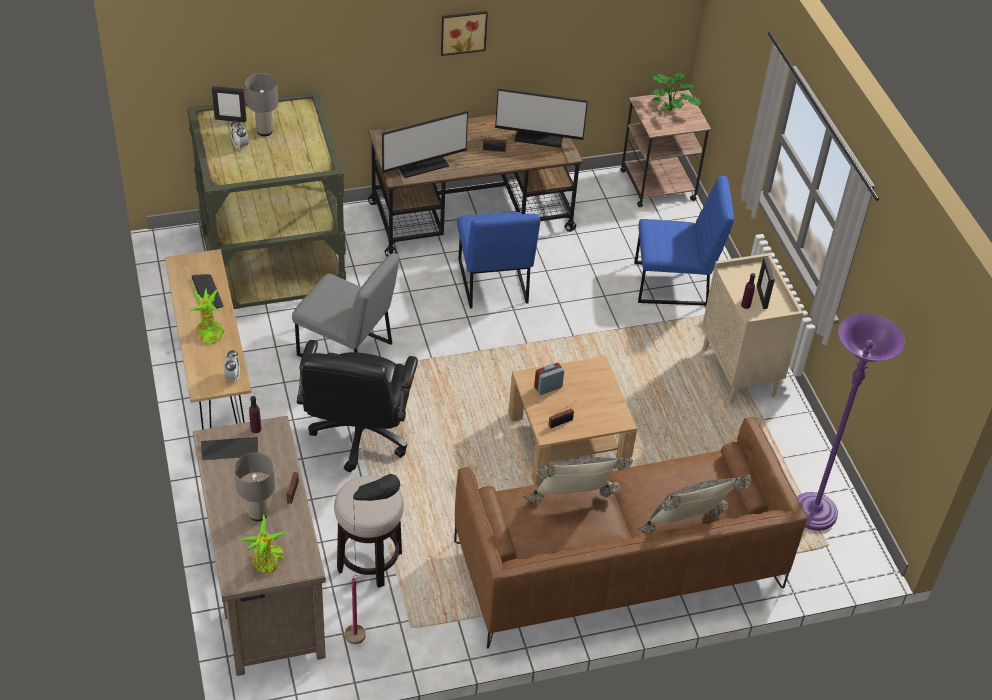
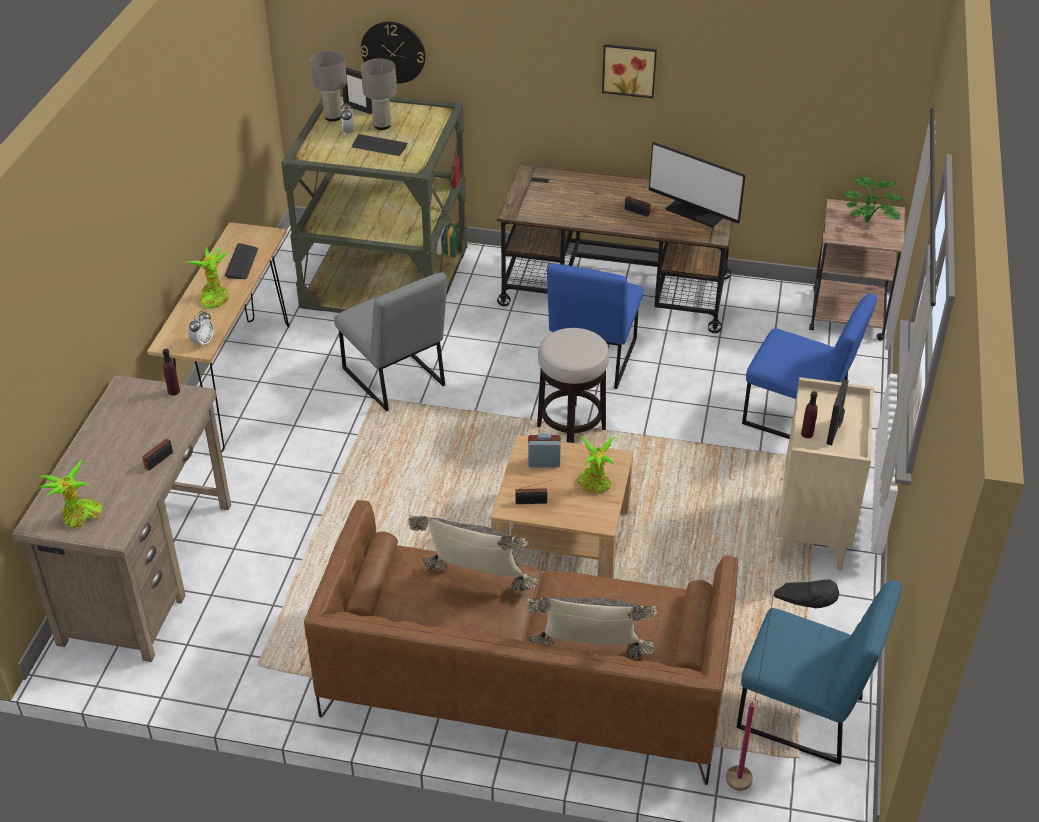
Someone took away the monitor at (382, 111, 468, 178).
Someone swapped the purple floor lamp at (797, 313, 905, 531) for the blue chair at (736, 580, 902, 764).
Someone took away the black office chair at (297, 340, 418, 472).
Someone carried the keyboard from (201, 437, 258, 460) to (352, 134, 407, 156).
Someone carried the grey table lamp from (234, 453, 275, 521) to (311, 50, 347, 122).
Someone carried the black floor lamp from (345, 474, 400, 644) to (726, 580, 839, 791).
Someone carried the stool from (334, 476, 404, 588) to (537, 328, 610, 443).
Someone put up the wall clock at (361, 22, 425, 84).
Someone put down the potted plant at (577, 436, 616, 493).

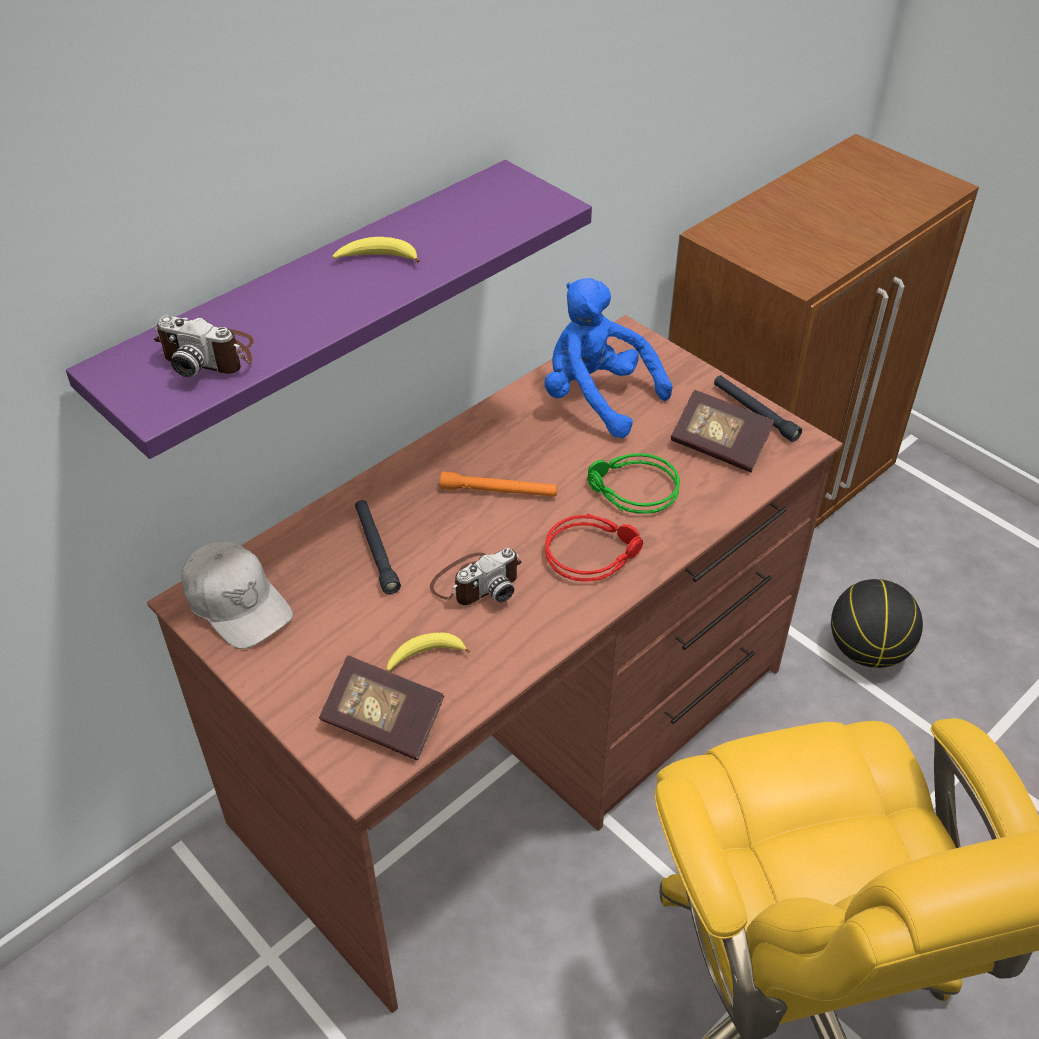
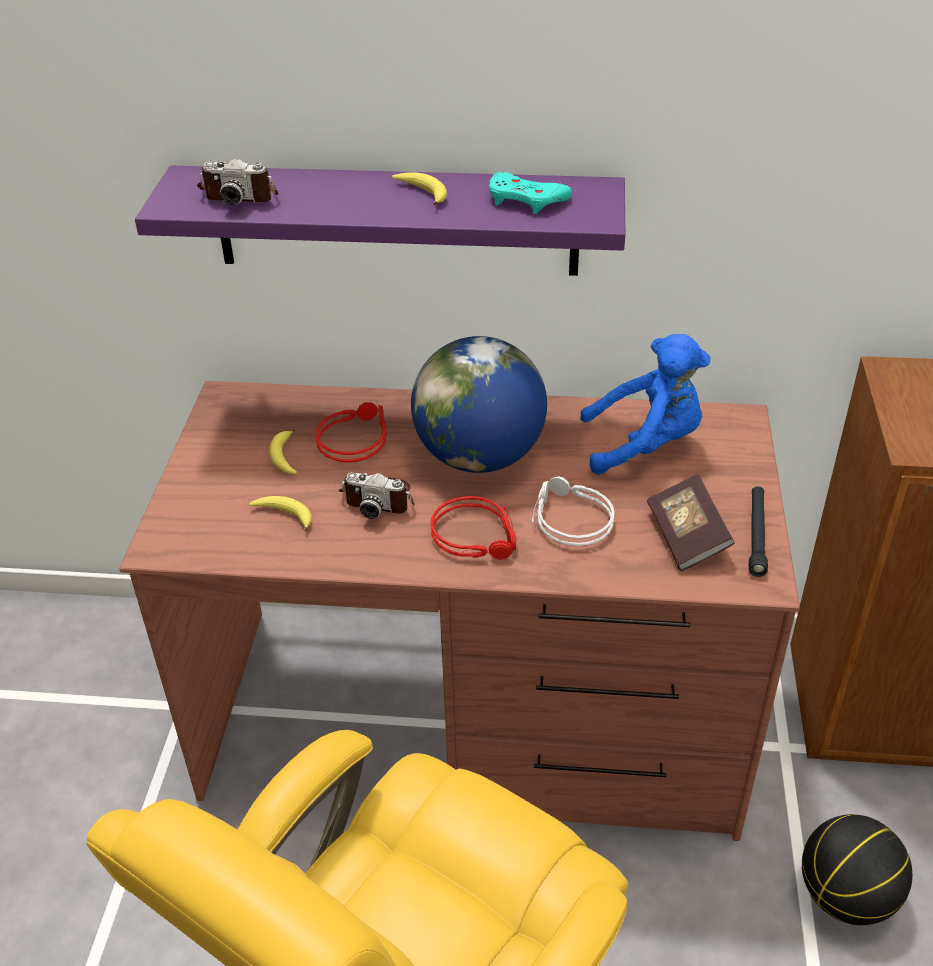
Someone rotated the blue plush toy at (544, 278, 672, 438) by 90 degrees clockwise.
Someone rotated the photo camera at (154, 315, 254, 377) by 60 degrees counterclockwise.
Someone repainted the green headphones at (587, 453, 680, 514), which became the grey headphones at (532, 476, 615, 546).
Someone swapped the orange flashlight at (440, 472, 557, 497) for the globe at (411, 336, 547, 473).
Someone swapped the black flashlight at (355, 500, 401, 594) for the red headphones at (316, 402, 387, 462).
Someone took away the white cap at (181, 542, 293, 649).
Someone took away the book at (319, 655, 444, 760).
Someone put down the turquoise game controller at (489, 172, 572, 214).
Someone put down the banana at (270, 429, 297, 474).

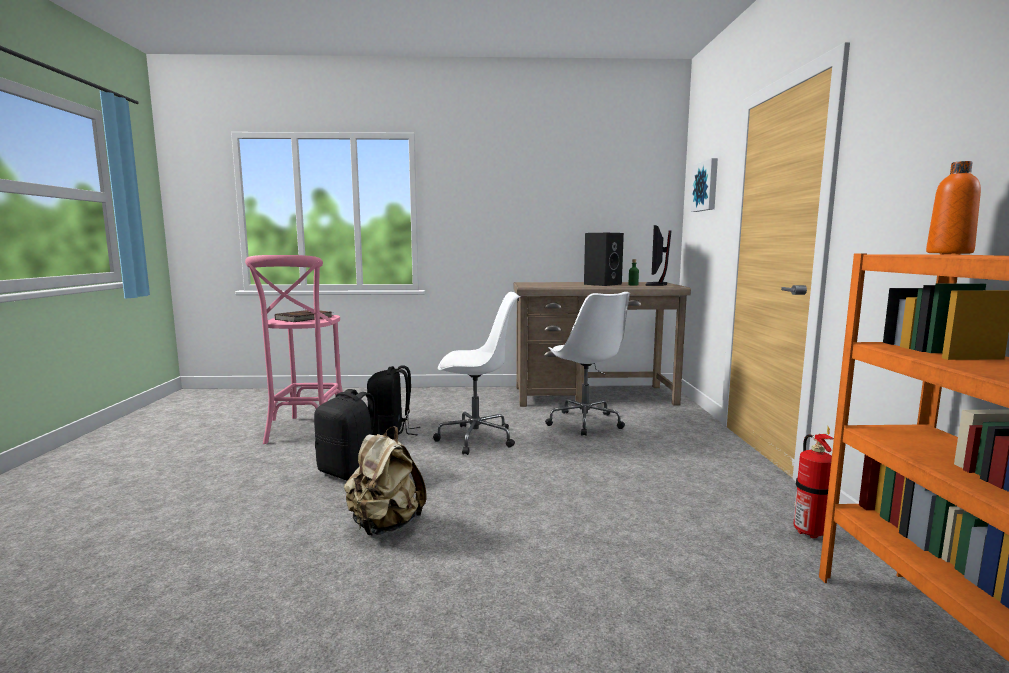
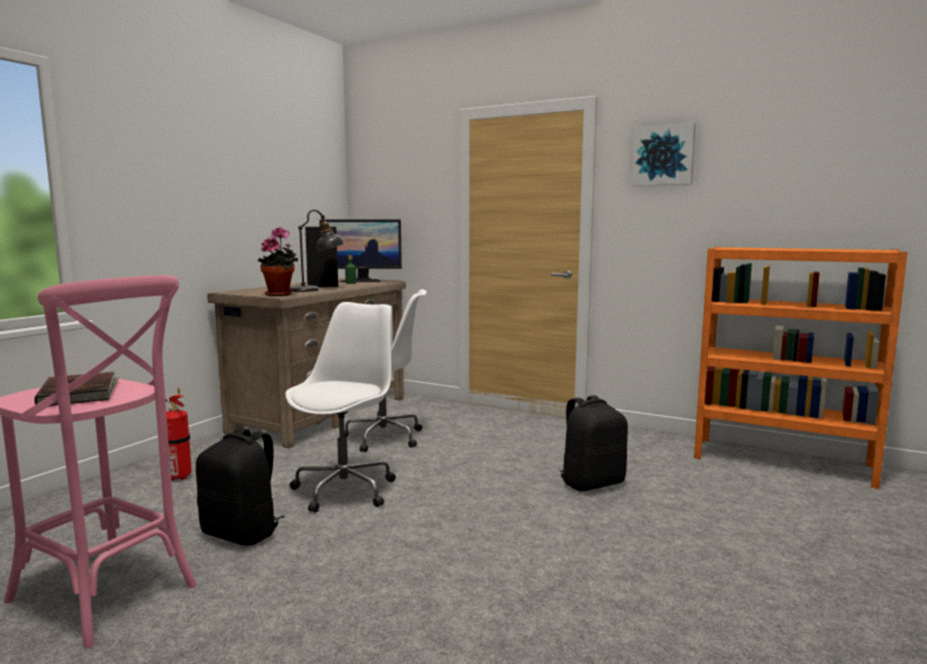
Someone carried the picture from (691, 158, 718, 212) to (632, 123, 696, 186).
Someone took away the orange bottle at (926, 161, 981, 254).
Someone rotated the monitor at (645, 225, 672, 286) by 45 degrees counterclockwise.
Someone carried the black backpack from (314, 389, 375, 481) to (560, 395, 628, 491).
Someone took away the beige backpack at (344, 426, 427, 536).
Someone carried the fire extinguisher from (794, 427, 834, 539) to (165, 387, 192, 481).
Someone put down the grey table lamp at (289, 210, 344, 292).
Someone put down the potted plant at (258, 227, 298, 296).

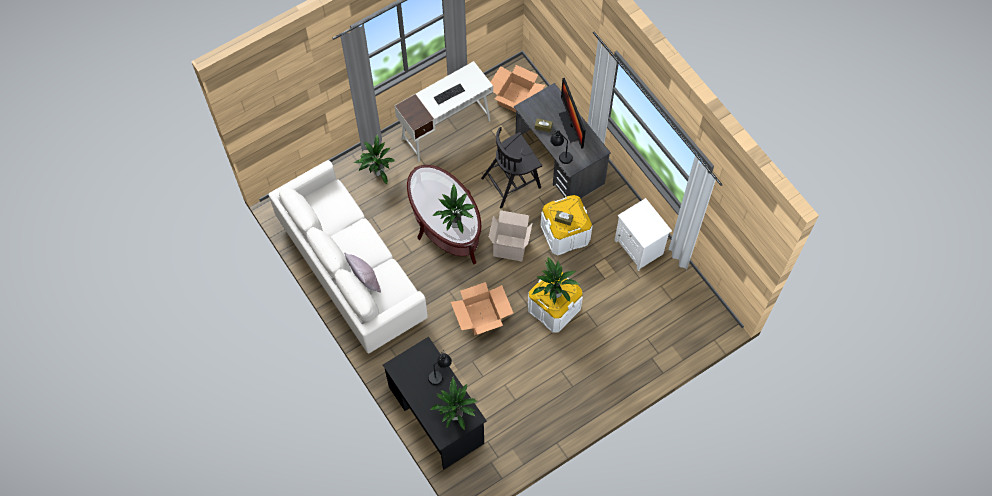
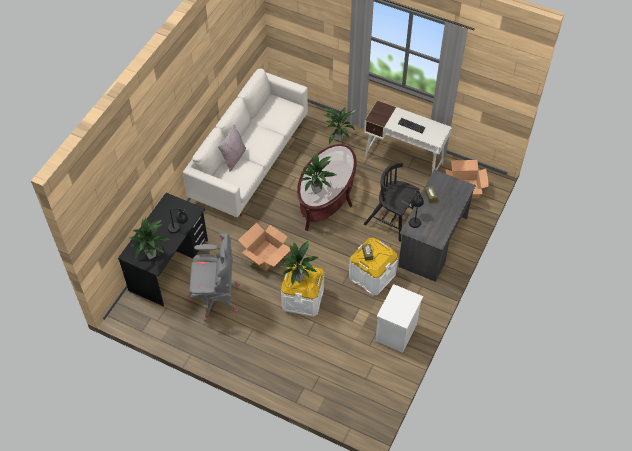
Someone took away the monitor at (559, 78, 586, 149).
Someone took away the cardboard box at (489, 210, 532, 262).
Someone put down the grey office chair at (187, 232, 240, 322).

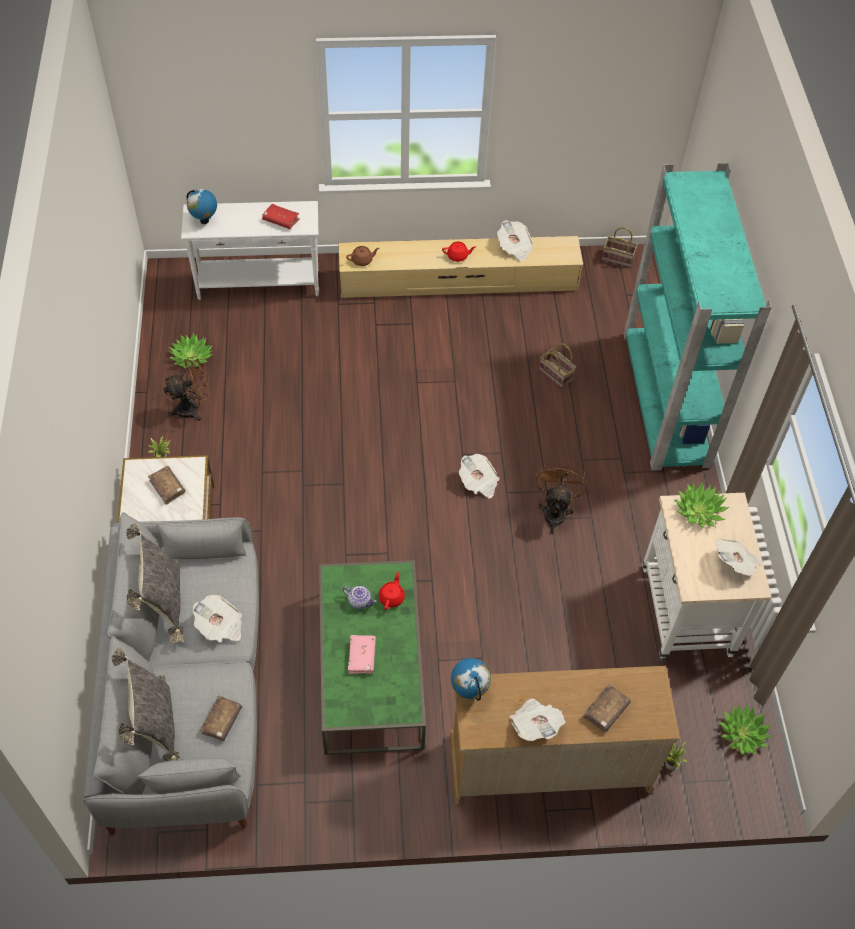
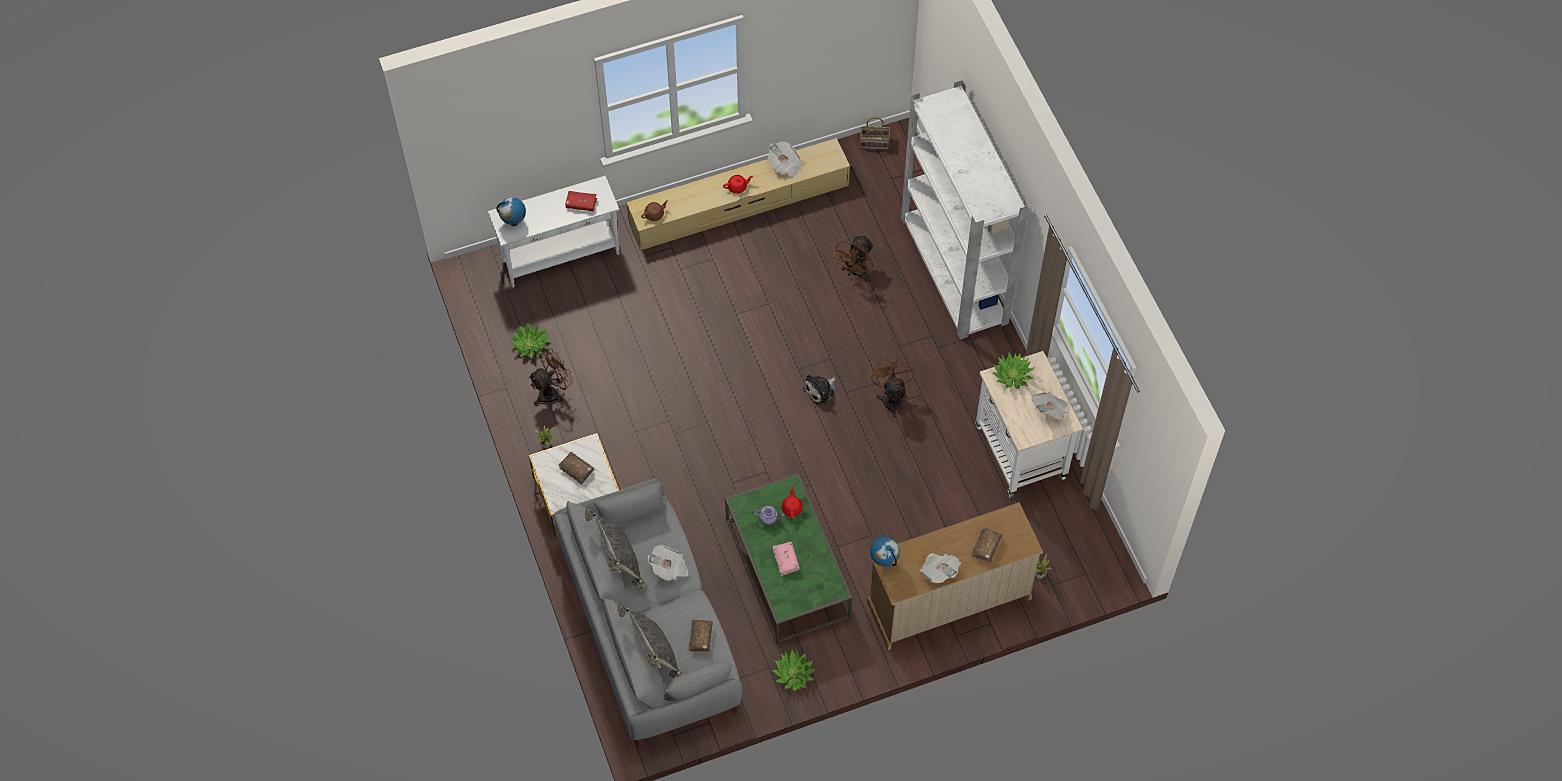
Someone repainted the turquoise bookcase at (624, 163, 772, 470), which became the white bookcase at (901, 80, 1028, 340).
Someone swapped the basket at (539, 343, 576, 388) for the brown fan at (832, 235, 874, 281).
Someone swapped the newspaper at (459, 454, 500, 499) for the plush toy at (803, 374, 836, 405).
Someone carried the potted plant from (719, 703, 772, 755) to (772, 650, 816, 691).

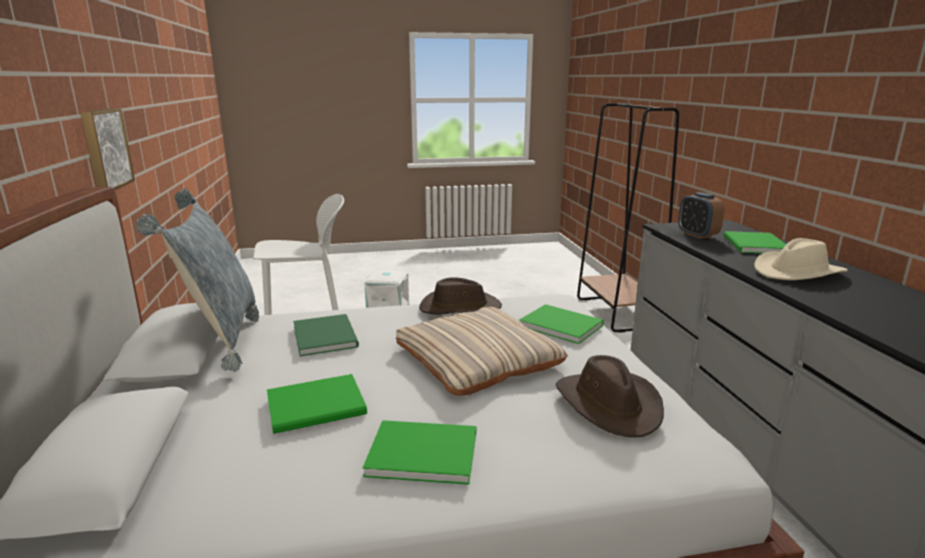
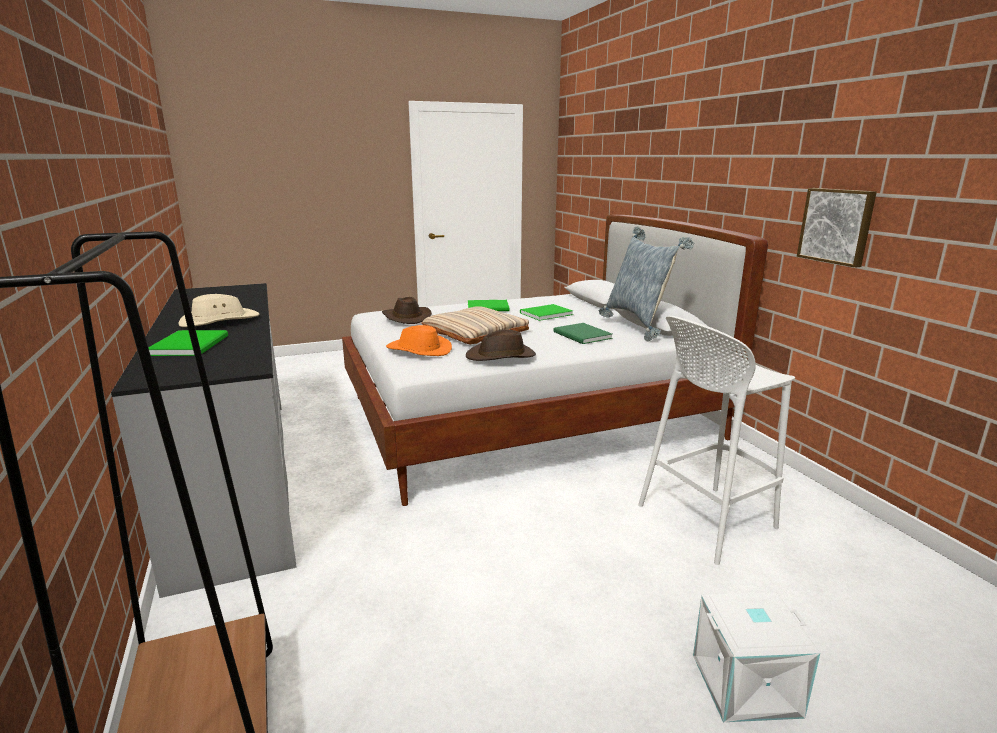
Someone took away the alarm clock at (678, 192, 725, 239).
Someone swapped the green book at (519, 304, 604, 344) for the orange hat at (386, 325, 452, 356).

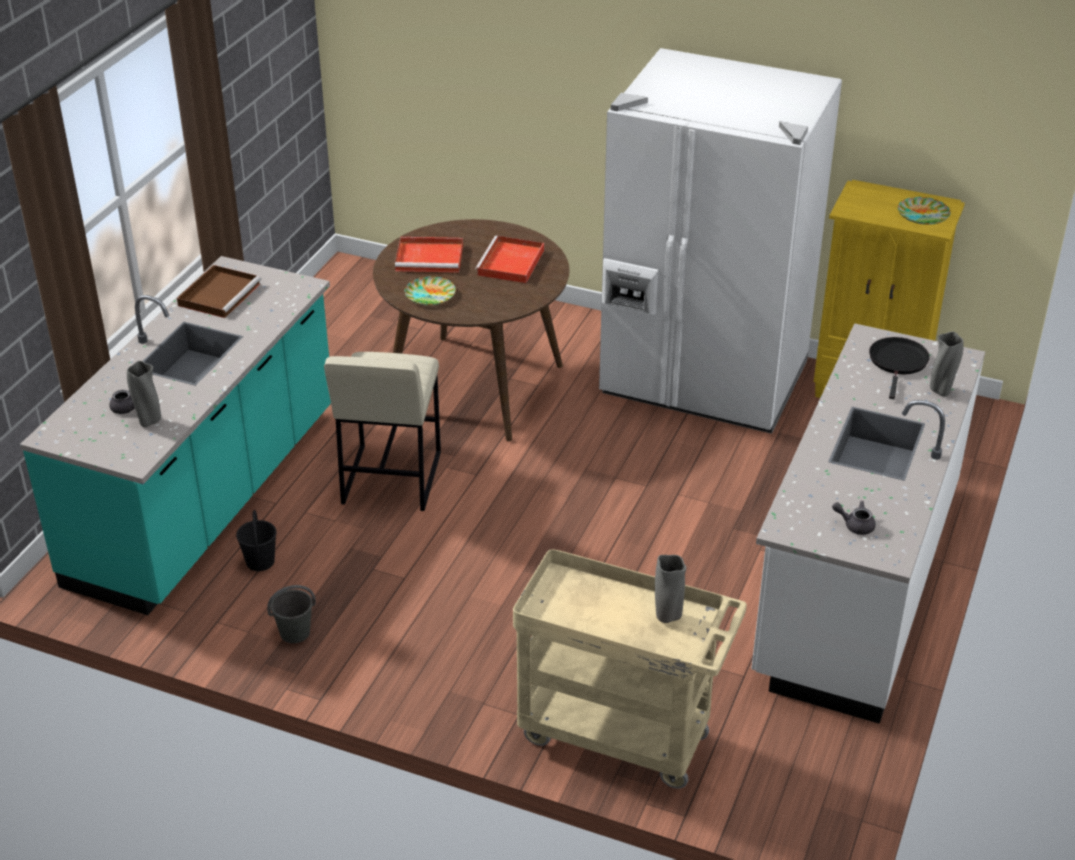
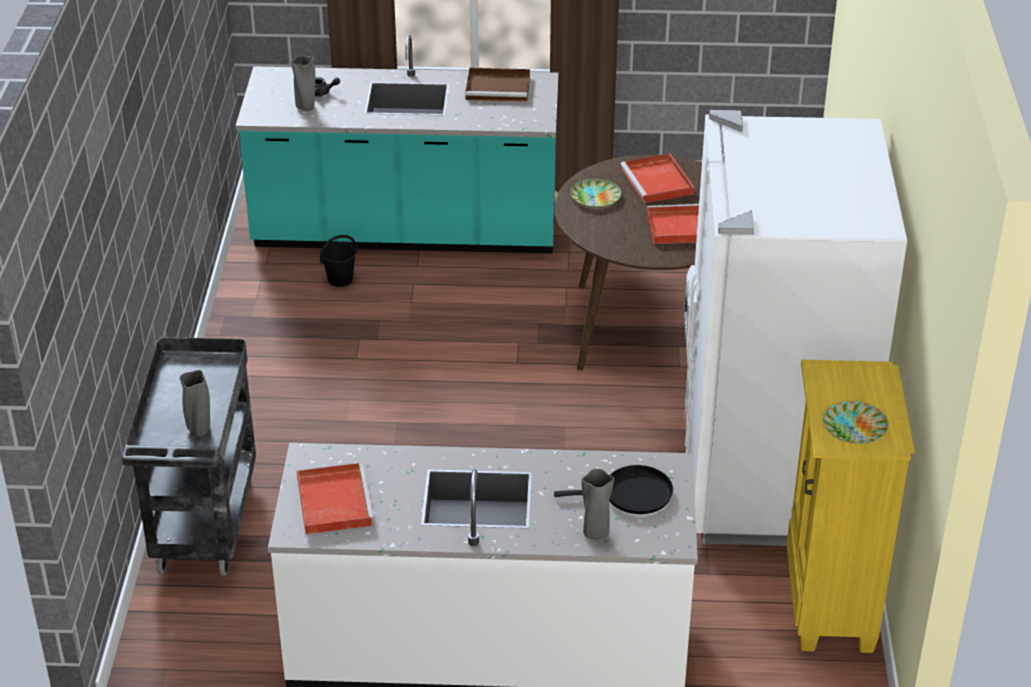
Someone took away the beige chair at (324, 352, 441, 511).
Someone swapped the grey teapot at (832, 500, 876, 535) for the red tray at (297, 463, 374, 534).
Someone repainted the beige cart at (513, 549, 747, 788), which became the black cart at (122, 337, 256, 576).
Someone took away the grey bucket at (267, 585, 316, 643).

